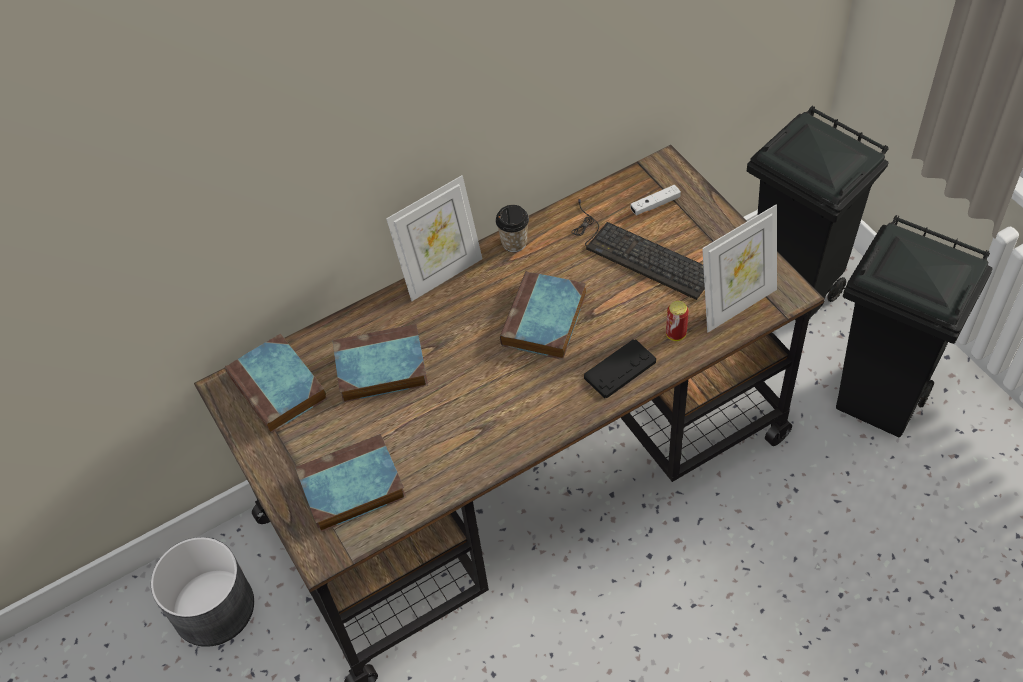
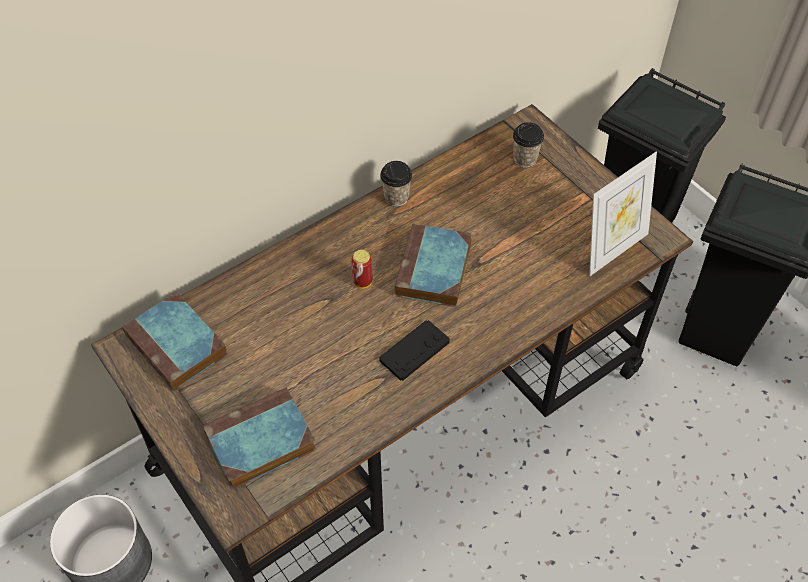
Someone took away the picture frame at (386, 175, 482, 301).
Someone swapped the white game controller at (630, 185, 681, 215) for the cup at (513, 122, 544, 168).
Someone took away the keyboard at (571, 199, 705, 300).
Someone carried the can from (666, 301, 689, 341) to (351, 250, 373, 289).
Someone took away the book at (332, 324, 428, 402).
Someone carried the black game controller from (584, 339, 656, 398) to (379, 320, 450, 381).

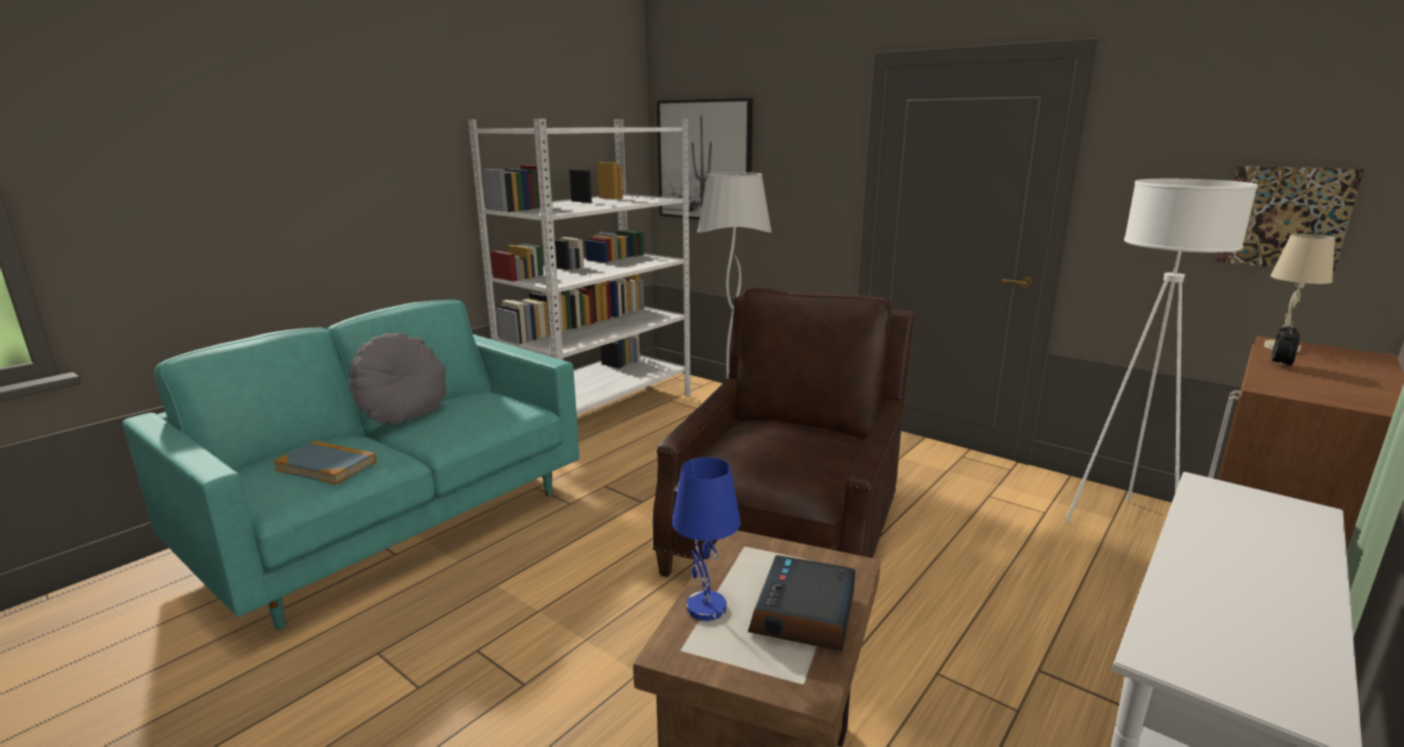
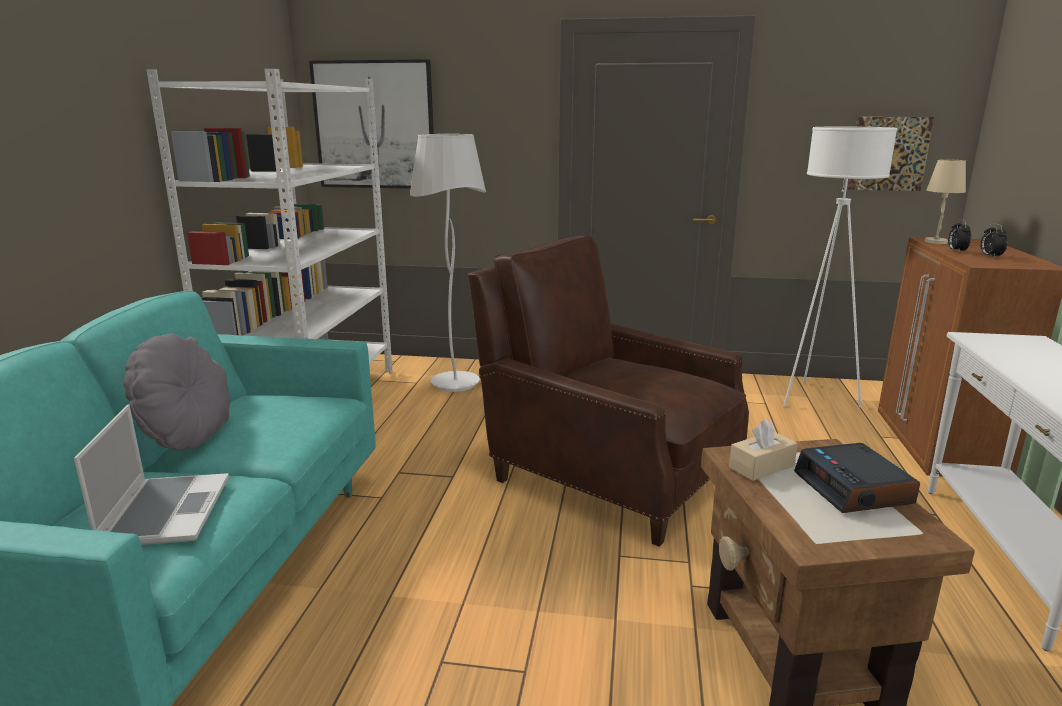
Someone rotated the brown armchair at (652, 288, 915, 577) by 45 degrees counterclockwise.
Someone swapped the book at (273, 441, 377, 485) for the laptop at (74, 404, 229, 545).
Someone took away the blue table lamp at (672, 457, 741, 621).
Someone put down the alarm clock at (980, 223, 1008, 257).
Someone put down the beige tissue box at (729, 419, 798, 481).

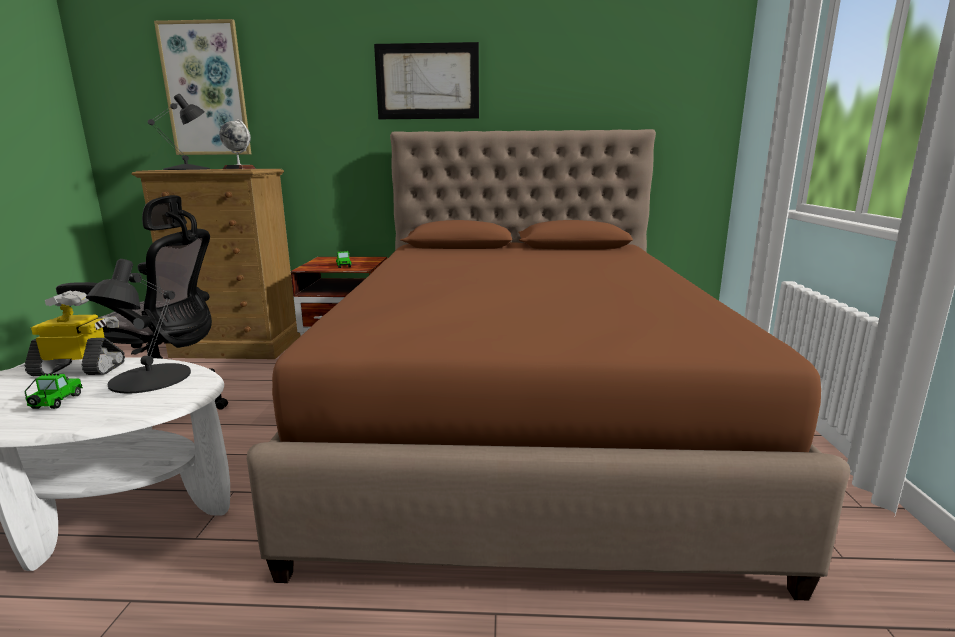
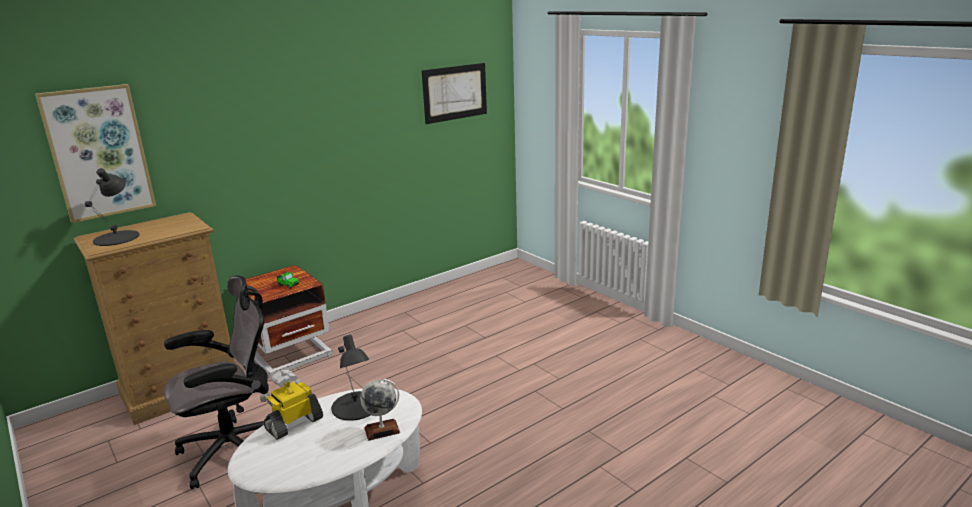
Someone carried the picture from (374, 42, 479, 119) to (422, 63, 487, 124).
Someone carried the globe from (219, 119, 256, 169) to (360, 379, 400, 441).
Someone took away the brown bed at (247, 129, 851, 601).
Someone took away the toy car at (24, 374, 83, 409).

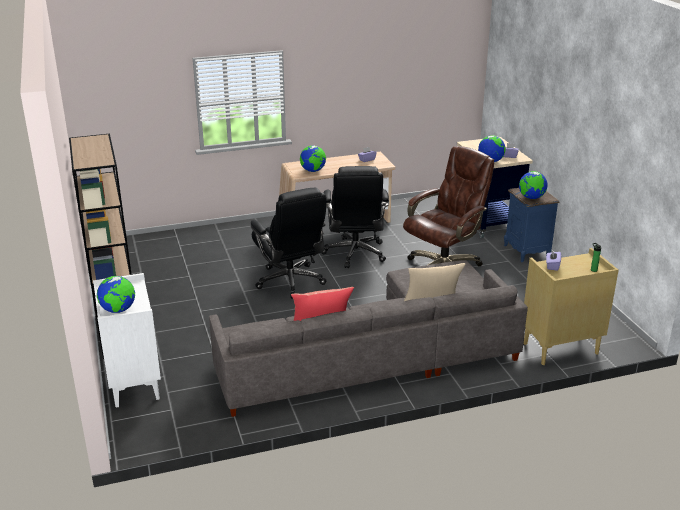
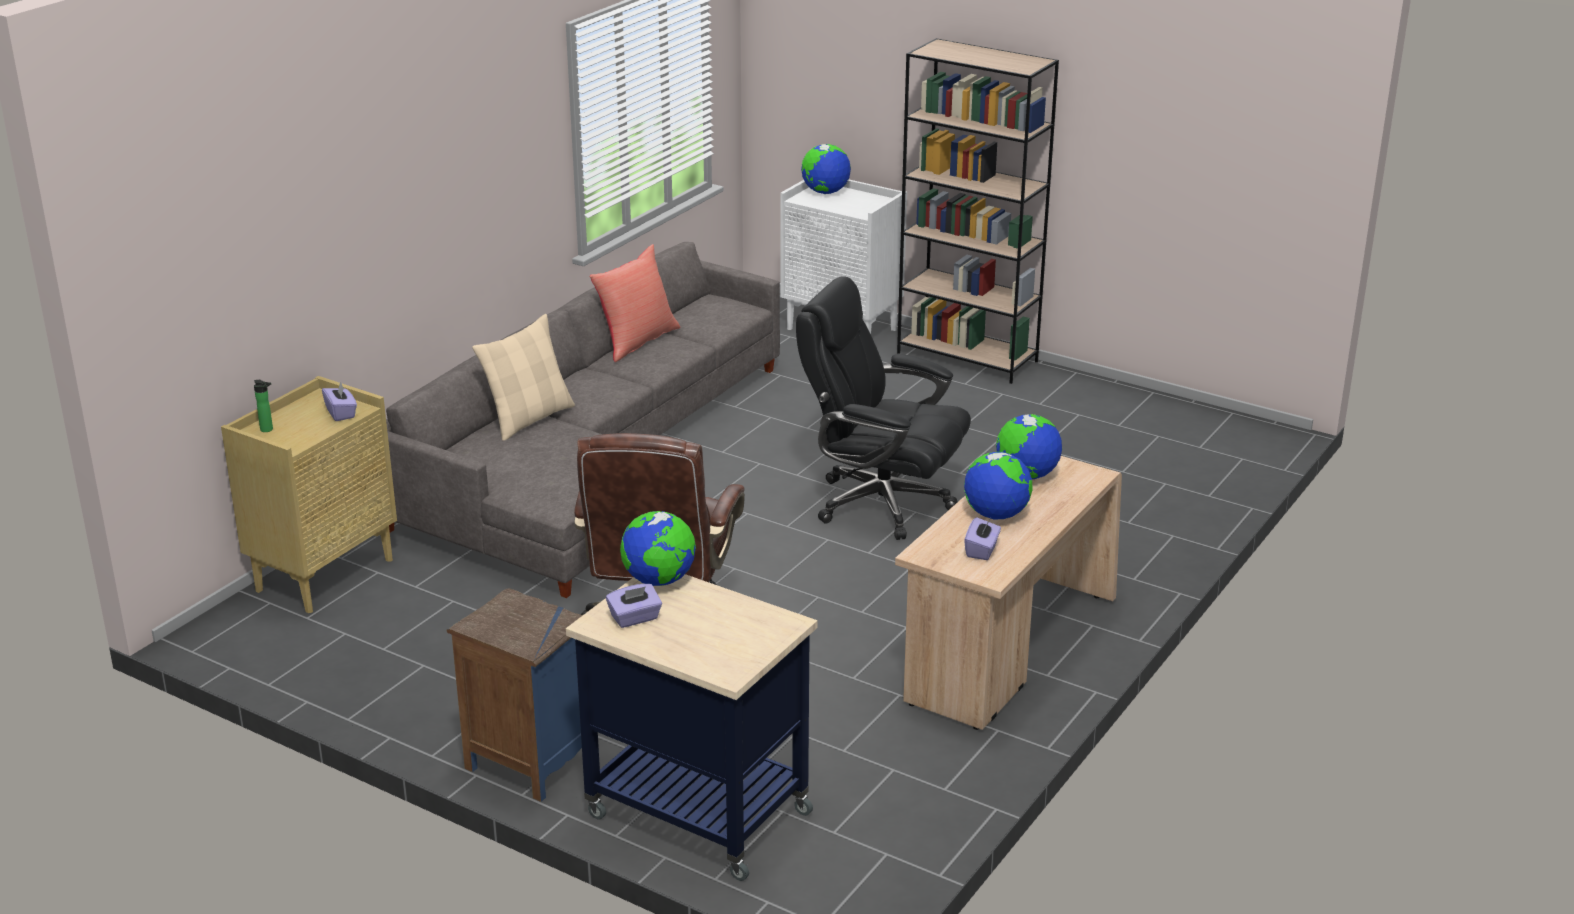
Someone took away the black office chair at (322, 166, 389, 268).
Someone carried the globe from (519, 171, 547, 199) to (964, 452, 1032, 520).

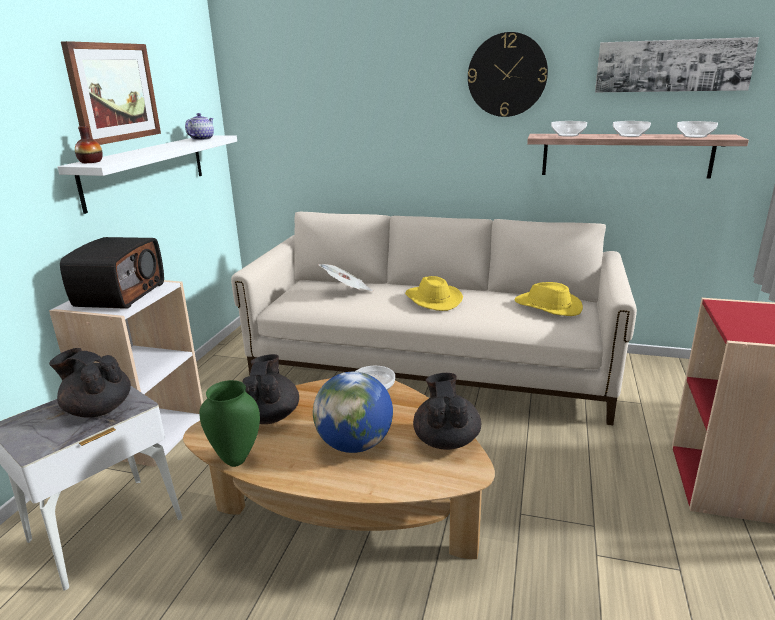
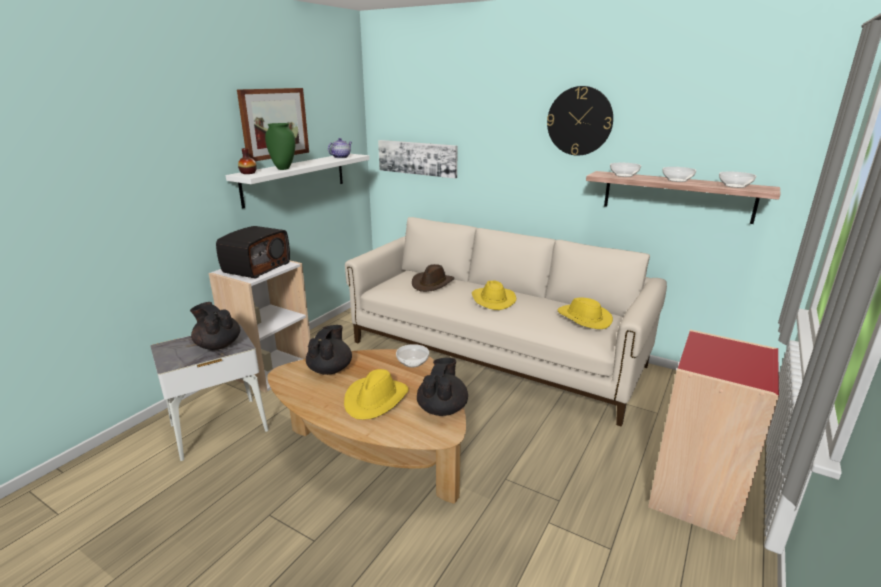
Someone carried the picture from (595, 37, 759, 92) to (378, 140, 458, 178).
Someone swapped the newspaper at (318, 264, 373, 291) for the brown hat at (412, 264, 455, 292).
Someone swapped the globe at (313, 372, 393, 453) for the yellow hat at (344, 369, 409, 420).
Someone carried the green vase from (199, 380, 260, 467) to (265, 123, 296, 170).

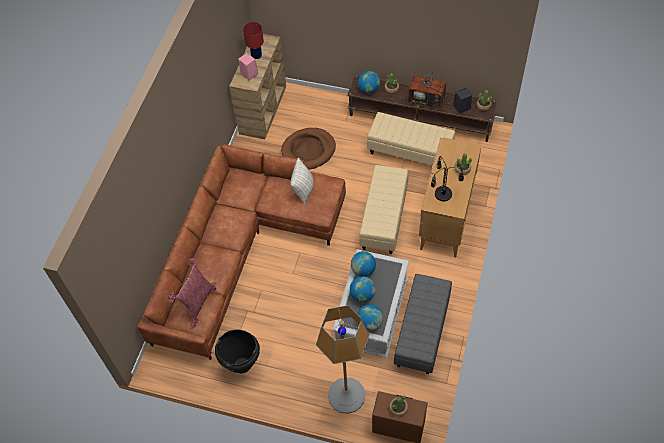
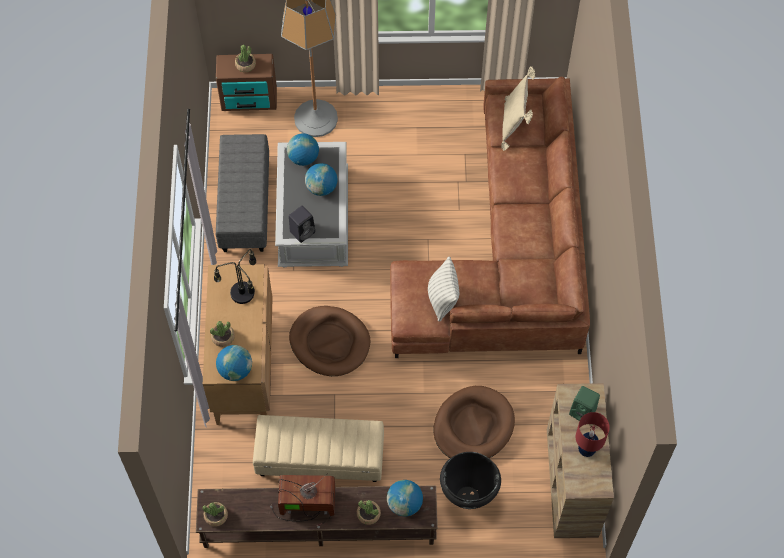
Someone repainted the pink speaker at (238, 53, 258, 81), which became the green speaker at (569, 386, 600, 421).
Someone carried the black speaker from (453, 88, 472, 114) to (289, 206, 315, 243).
Someone swapped the beige ottoman at (359, 165, 409, 254) for the brown dog bed at (289, 306, 370, 376).
Someone carried the globe from (351, 251, 376, 277) to (216, 345, 252, 381).
Someone repainted the red pillow at (168, 256, 217, 328), which became the beige pillow at (501, 67, 535, 151).
Someone carried the black vase from (215, 329, 260, 373) to (440, 452, 501, 509).

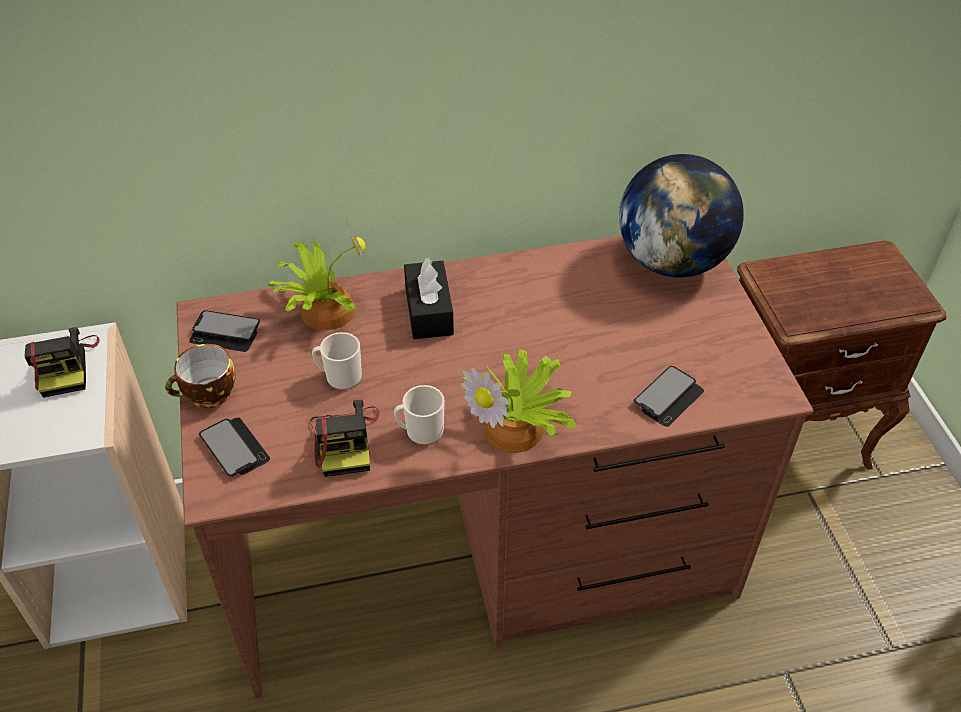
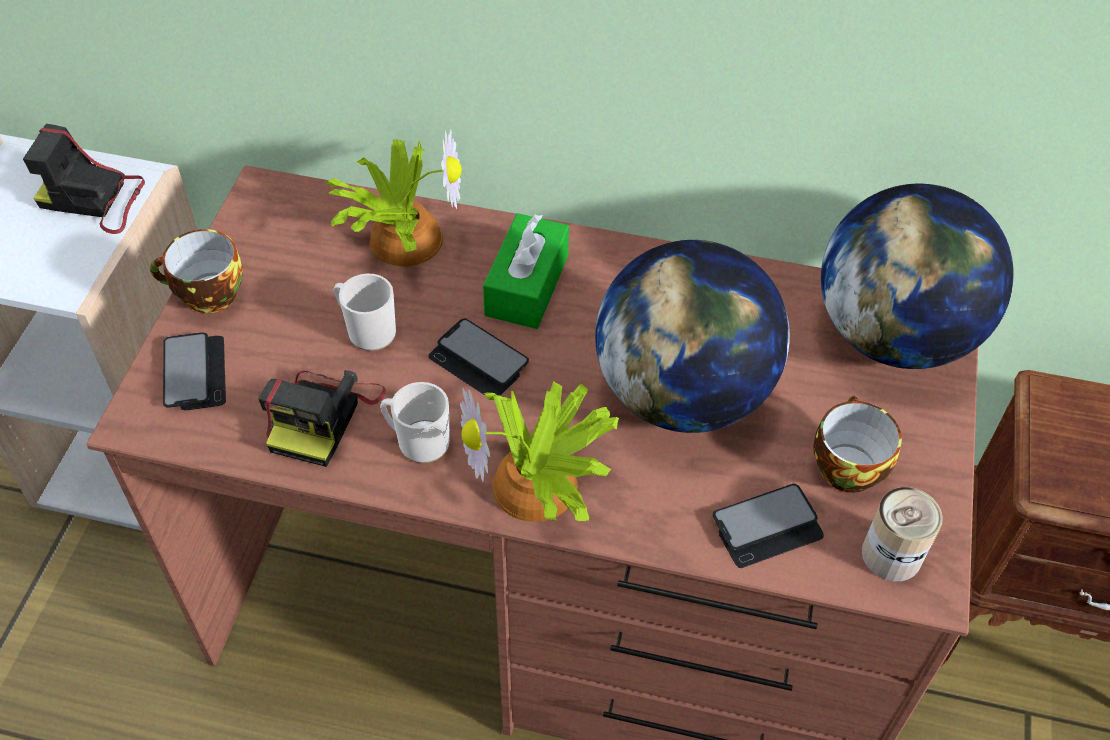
Someone repainted the black tissue box at (404, 257, 454, 339), which became the green tissue box at (483, 213, 569, 329).
Someone carried the phone from (189, 310, 260, 352) to (428, 318, 529, 396).
Someone rotated the photo camera at (25, 327, 100, 398) by 90 degrees clockwise.
Someone put down the globe at (595, 240, 790, 433).
Someone put down the cup at (813, 396, 902, 493).
Someone put down the can at (862, 487, 943, 582).

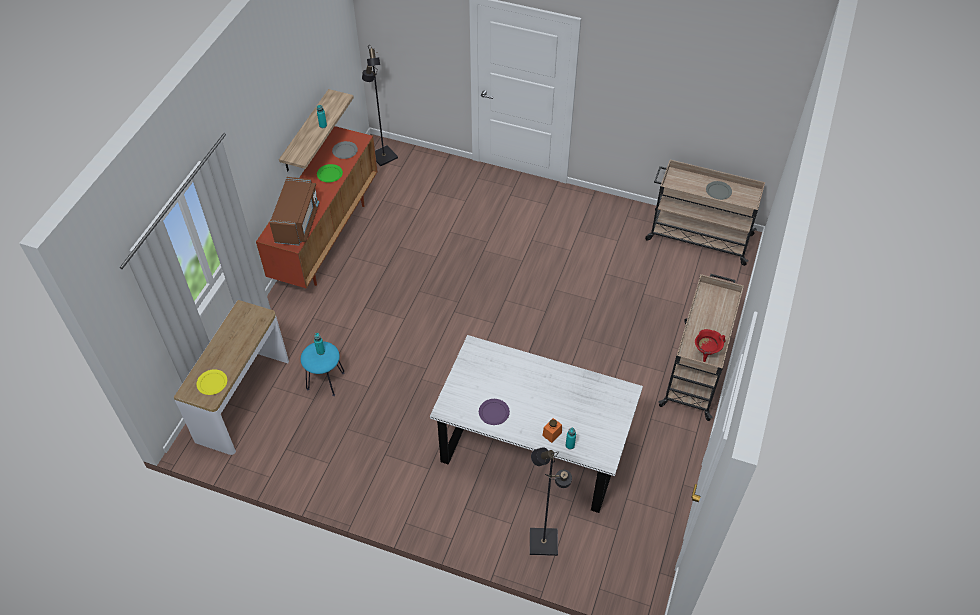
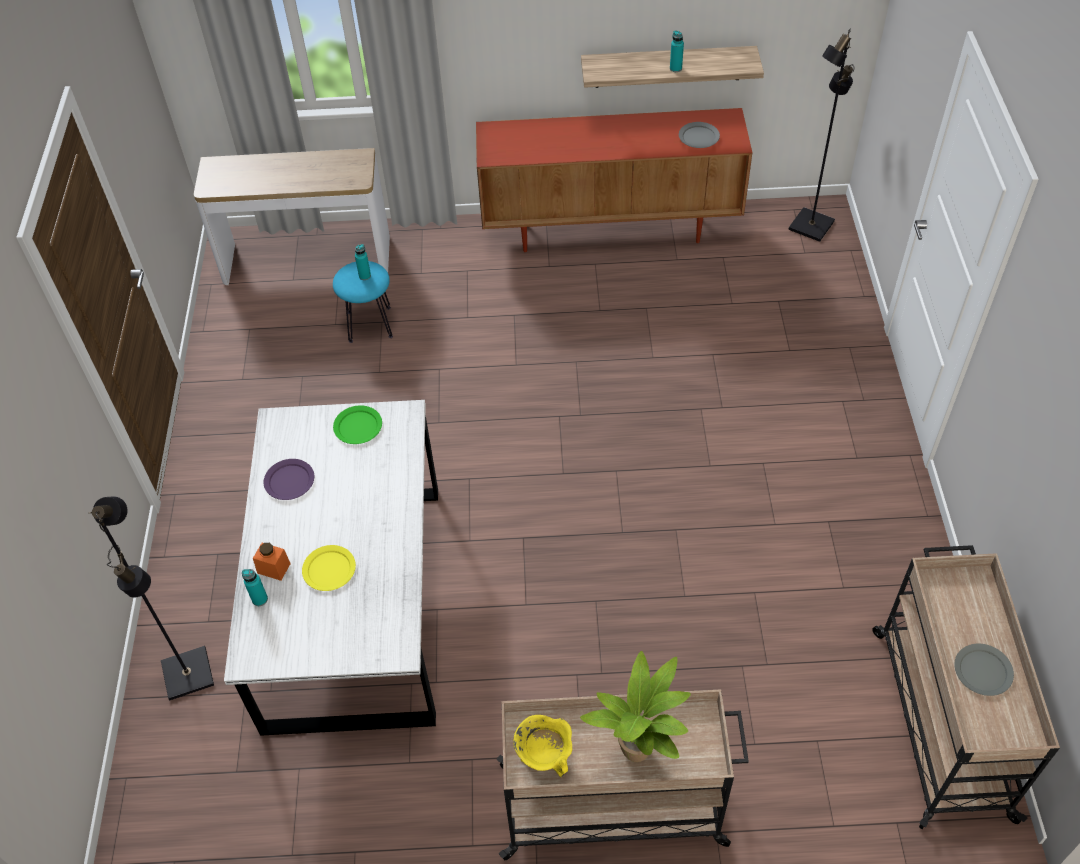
Someone carried the green plate from (317, 164, 343, 182) to (333, 405, 382, 444).
Someone took away the brown microwave at (270, 177, 320, 245).
Someone repainted the red cooking pot at (695, 329, 726, 362), which became the yellow cooking pot at (513, 715, 572, 777).
Someone carried the yellow plate from (197, 369, 227, 395) to (302, 545, 356, 591).
Someone put down the potted plant at (580, 651, 691, 762).

